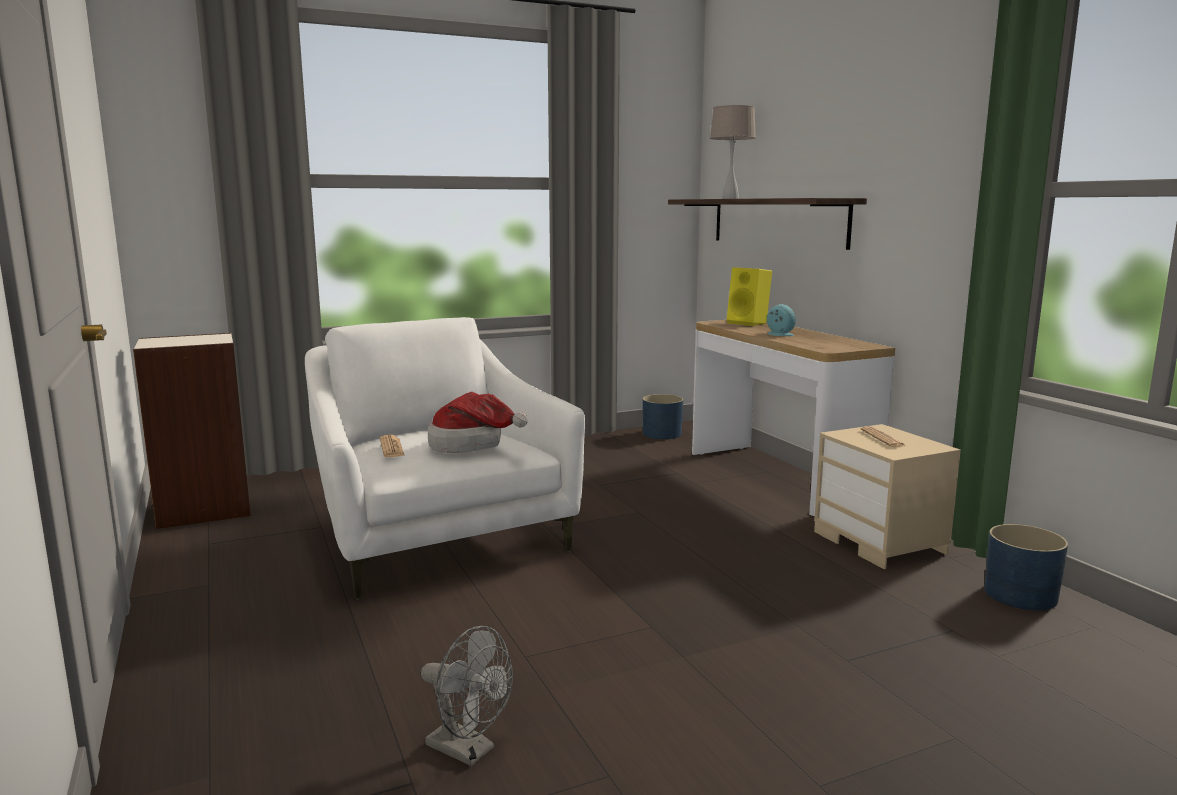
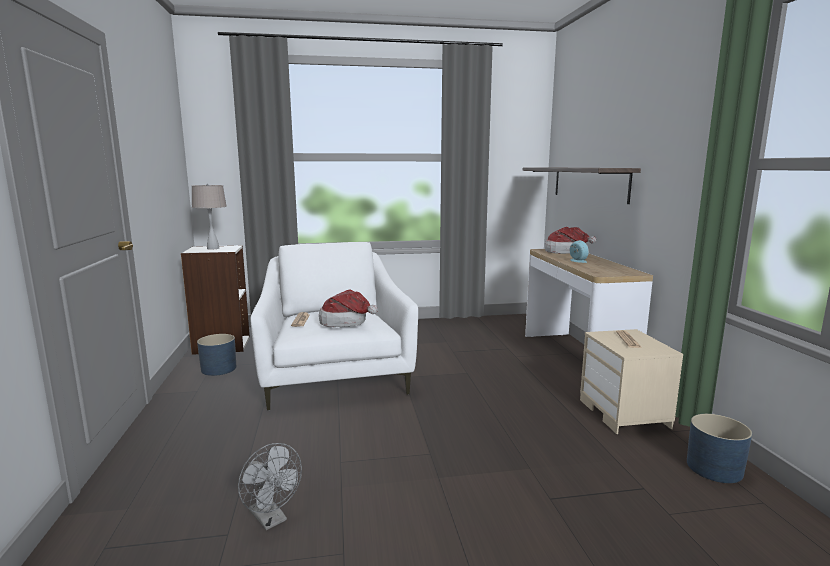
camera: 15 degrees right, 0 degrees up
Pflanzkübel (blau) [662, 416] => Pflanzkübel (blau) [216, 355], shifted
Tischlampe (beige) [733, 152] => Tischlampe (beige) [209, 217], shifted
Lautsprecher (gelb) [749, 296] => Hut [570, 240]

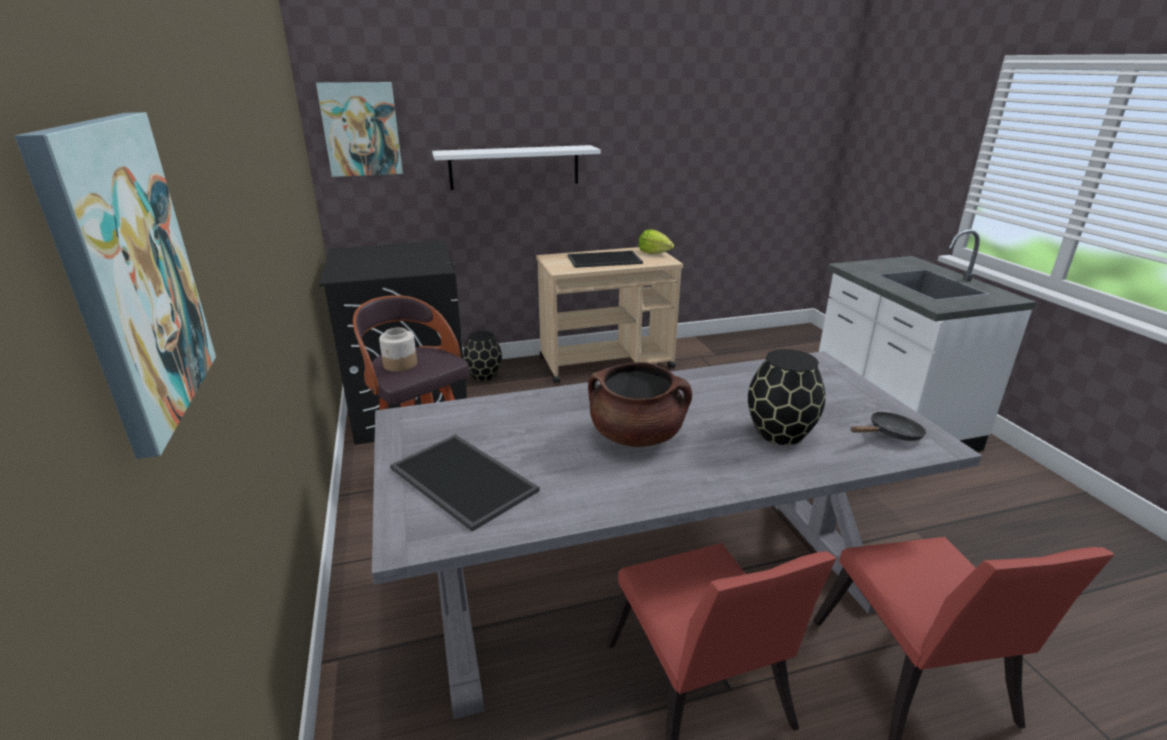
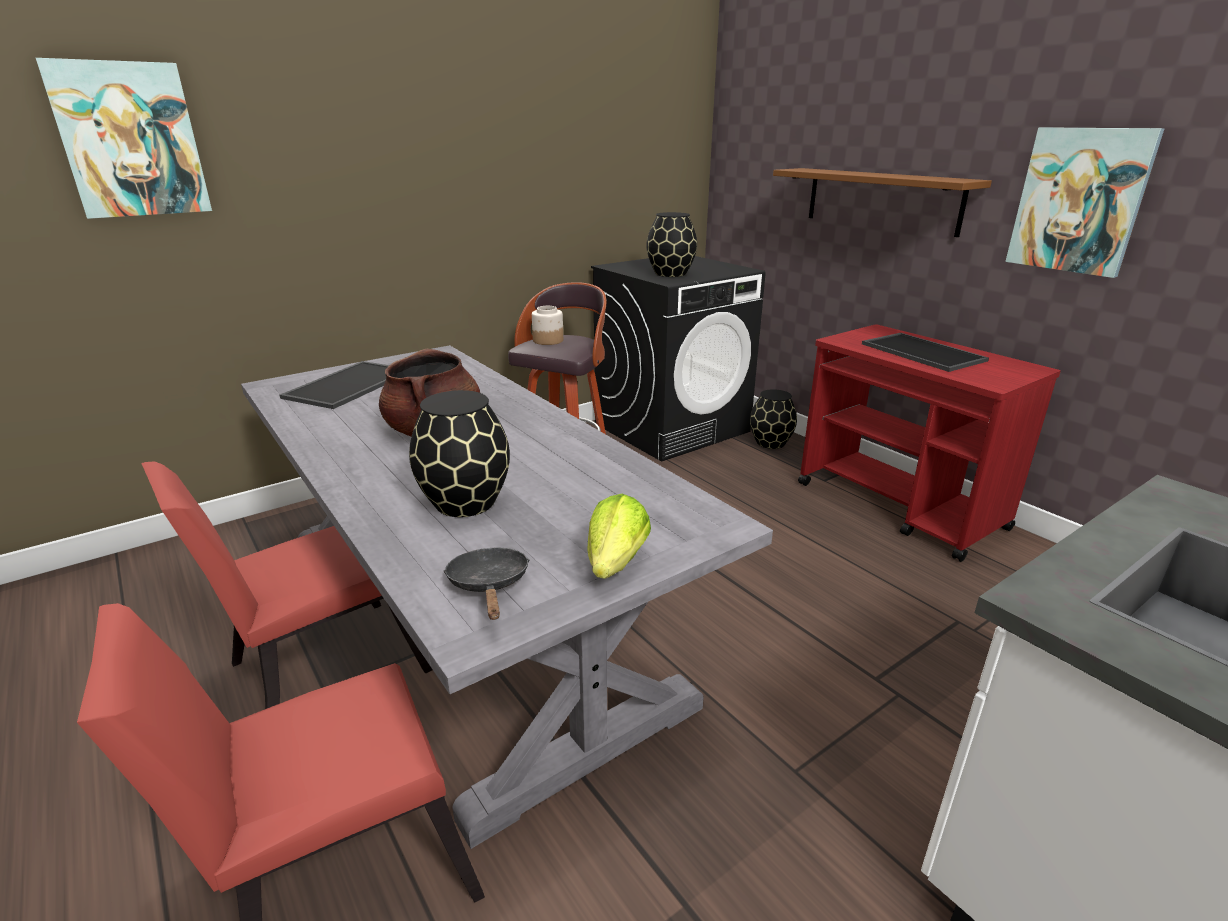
camera: 70 degrees right, 0 degrees up
nothing => Vase (schwarz) [671, 244]
Bild [359, 129] => Bild [1084, 202], shifted
Salatkopf [656, 241] => Salatkopf [619, 536], shifted
Wandregal (weiß) [516, 167] => Wandregal (braun) [882, 202]
Rollwagen (beige) [609, 315] => Rollwagen (rot) [929, 443]
Pfanne (schwarz) [888, 426] => Pfanne (schwarz) [487, 584], 150 degrees counterclockwise

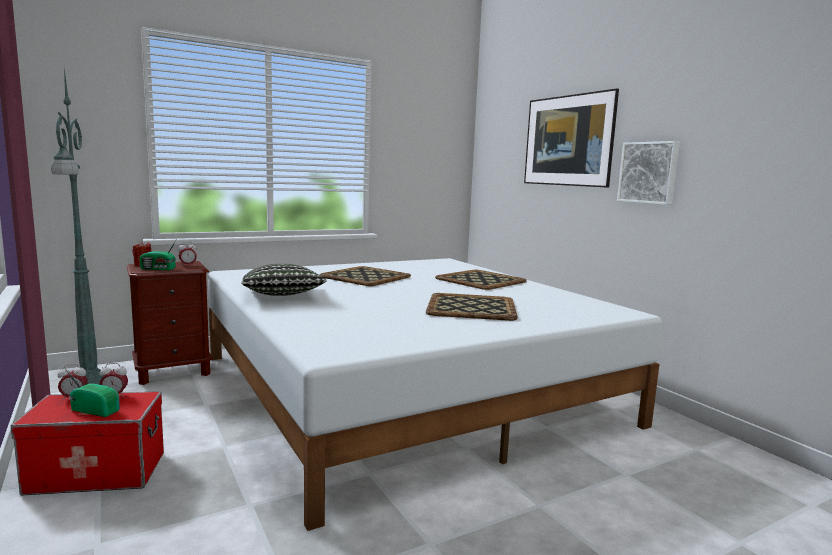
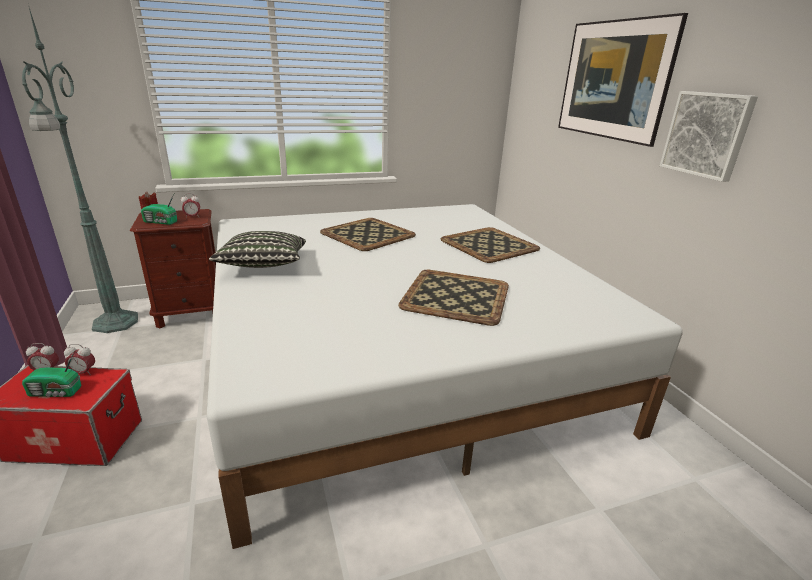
camera: 10 degrees right, 15 degrees up
Radio [92, 393] => Radio [51, 373], 150 degrees clockwise

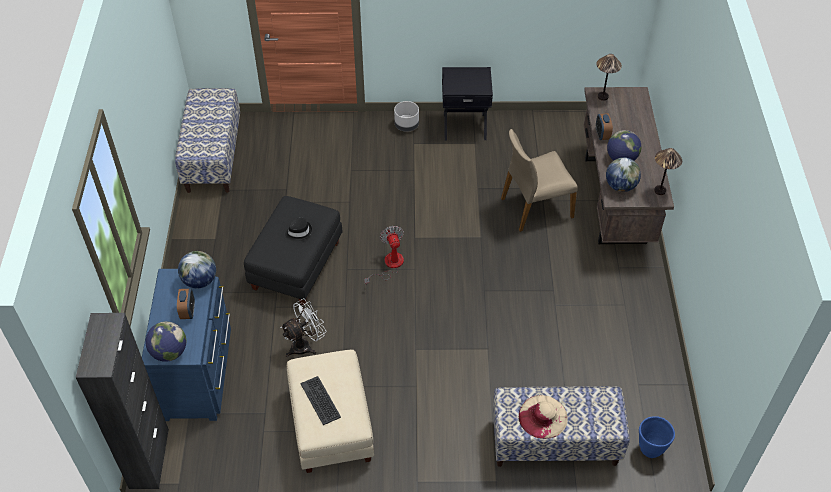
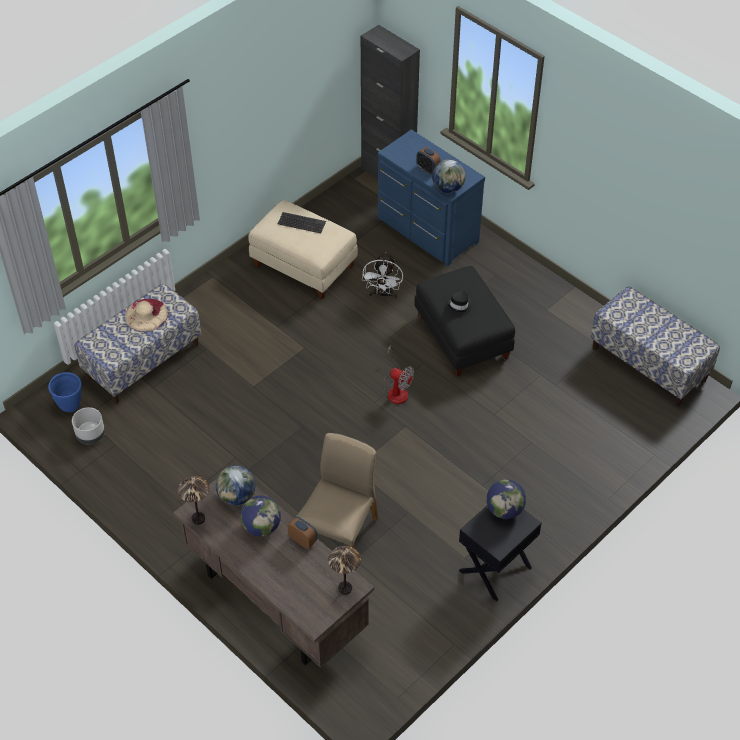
camera: 135 degrees right, 0 degrees up
Globus [165, 341] => Globus [506, 499], shifted
Pflanzkübel (grau) [406, 116] => Pflanzkübel (grau) [88, 425], shifted

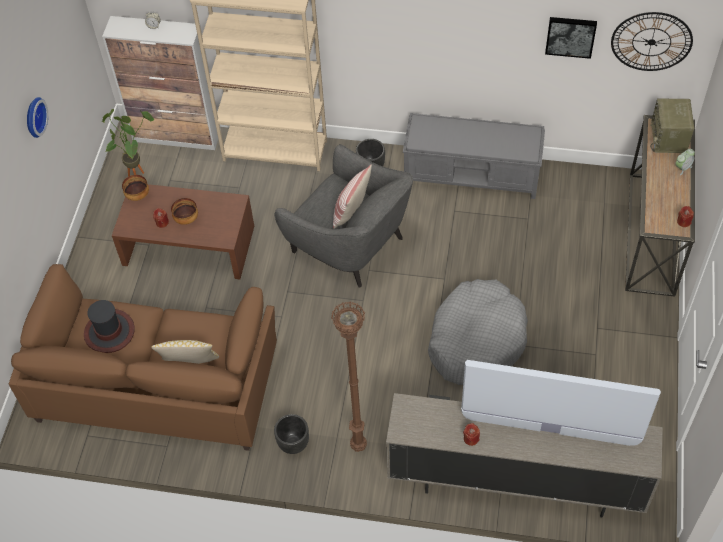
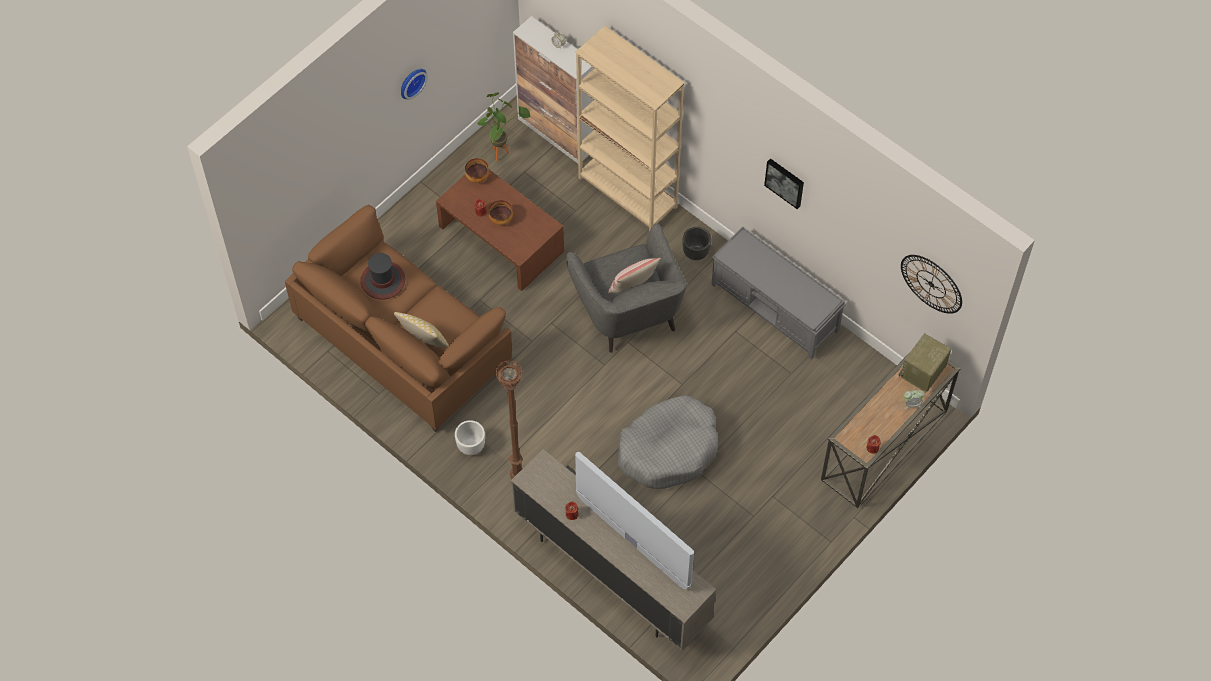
camera: 30 degrees right, 5 degrees up
Bild [571, 38] => Bild [784, 183], shifted
Pflanzkübel (schwarz) [291, 434] => Pflanzkübel (weiß) [470, 437]

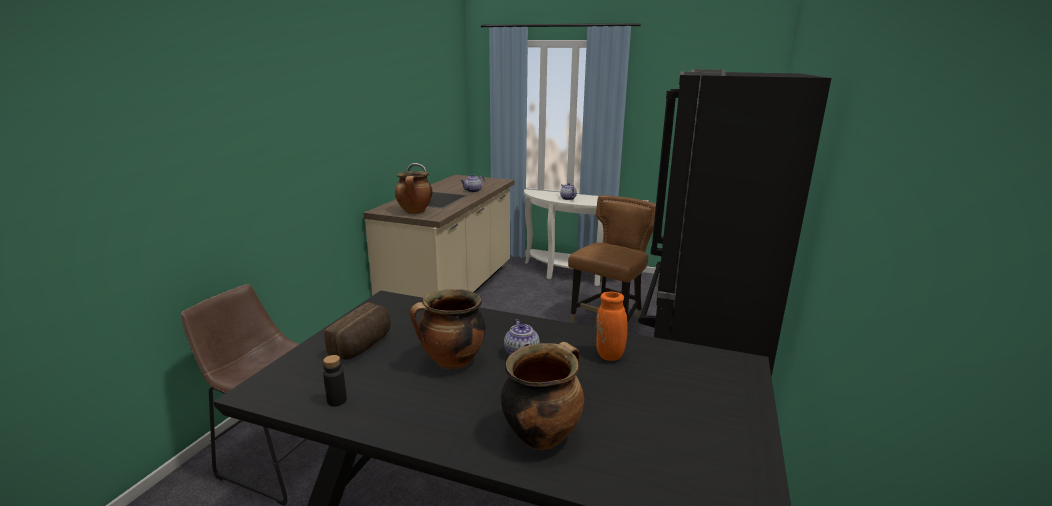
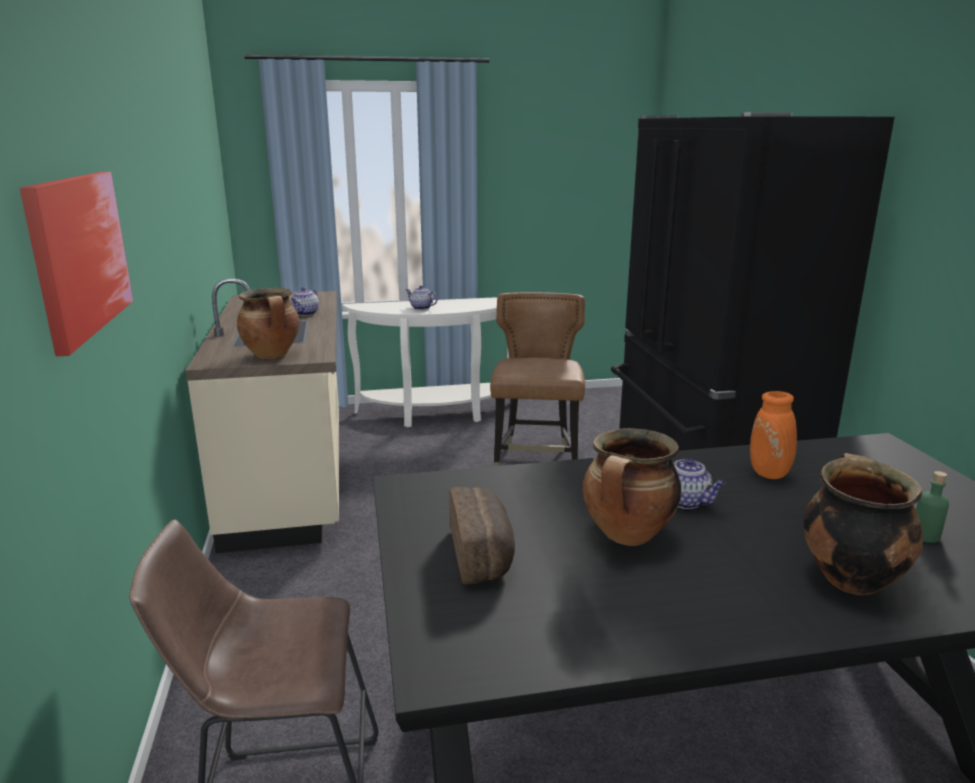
camera: 30 degrees left, 0 degrees up
Flasche (schwarz) [335, 381] => nothing
nothing => Bild [76, 264]
nothing => Flasche (grün) [932, 507]

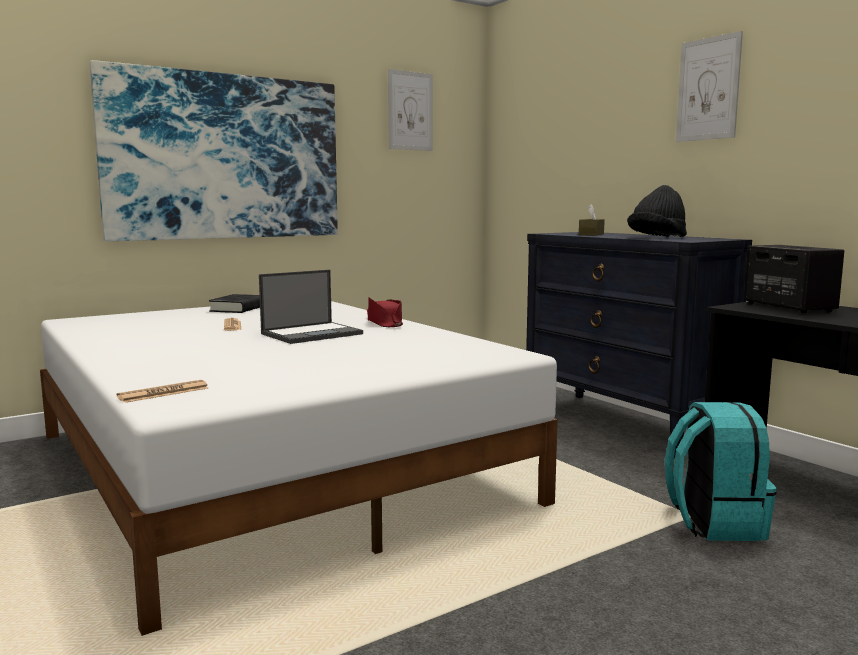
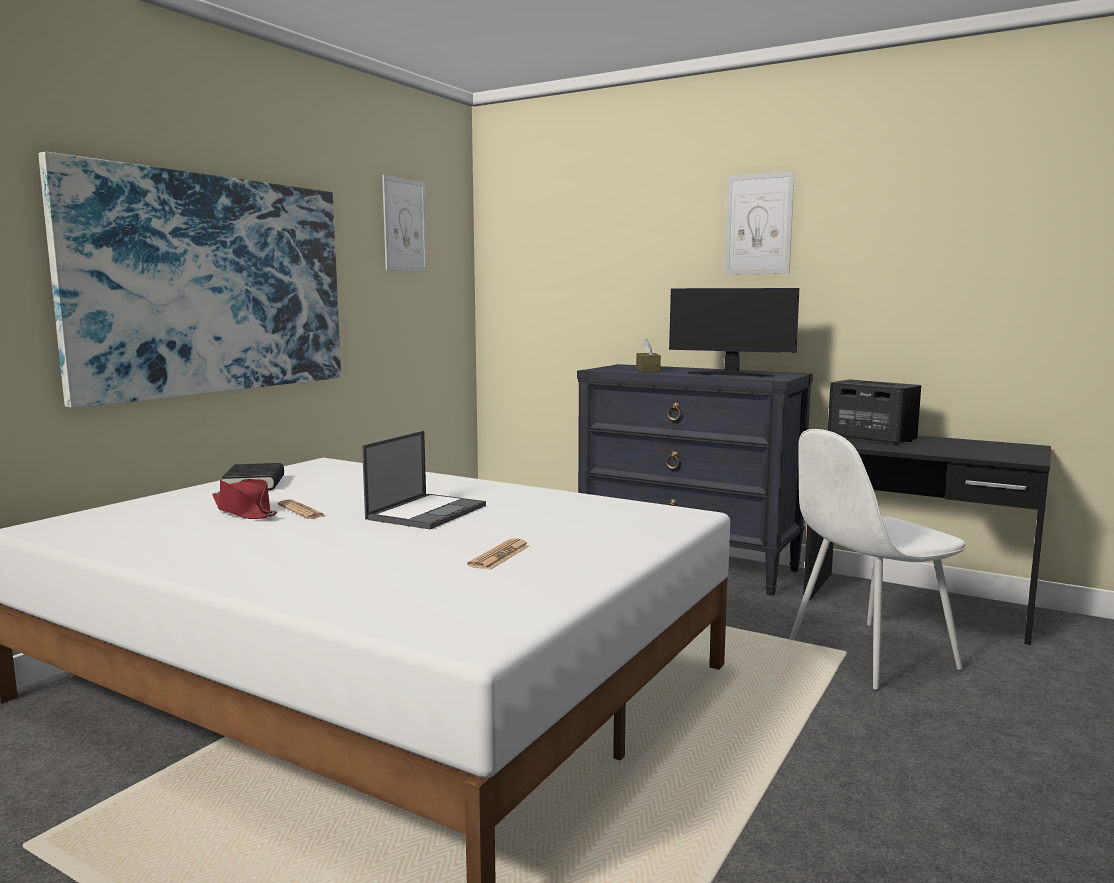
camera: 25 degrees left, 0 degrees up
Zeitung [162, 391] => Zeitung [498, 554], shifted
Hut (rot) [385, 312] => Hut (rot) [244, 499], shifted
Hut (schwarz) [657, 211] => Monitor [734, 332]
Rucksack (türkis) [720, 471] => Stuhl (weiß) [877, 559]

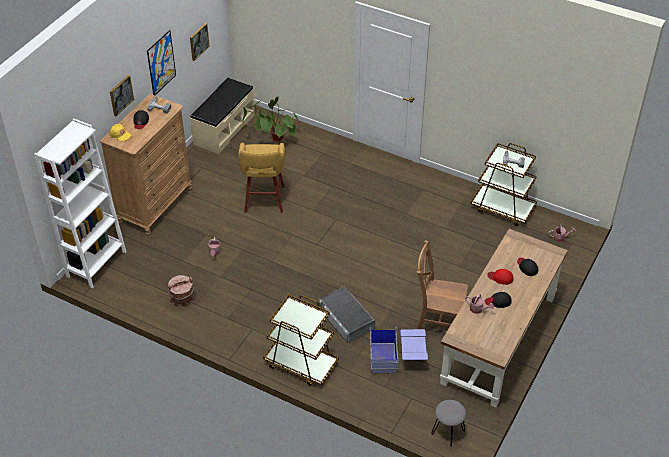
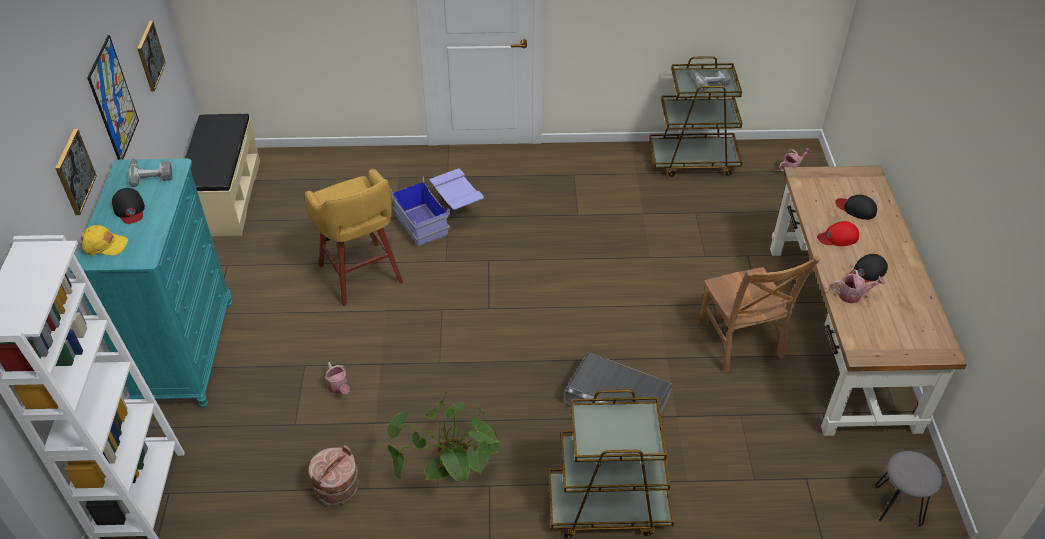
camera: 30 degrees left, 0 degrees up
Topfpflanze [270, 119] => Topfpflanze [443, 437], shifted
Aufbewahrungsbox (blau) [399, 350] => Aufbewahrungsbox (blau) [437, 207], shifted
Kommode (braun) [146, 164] => Kommode (türkis) [151, 282]
Stuhl (braun) [442, 284] => Stuhl (braun) [759, 314], 90 degrees counterclockwise

